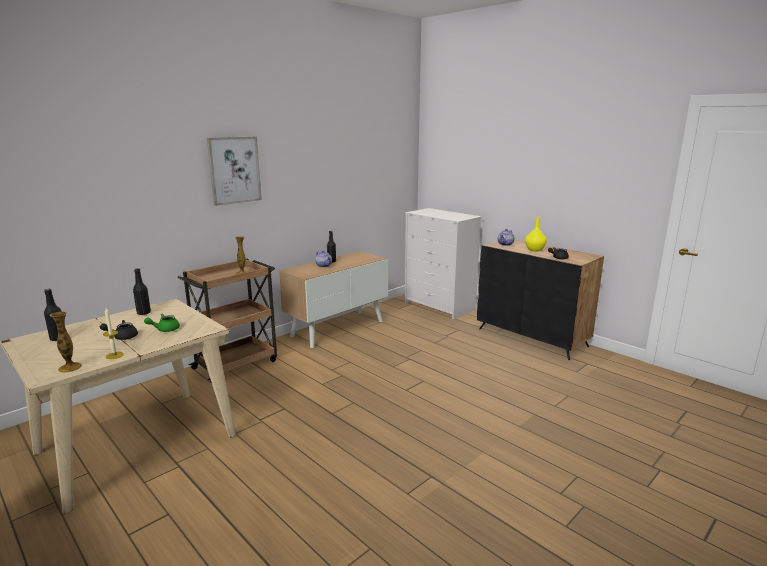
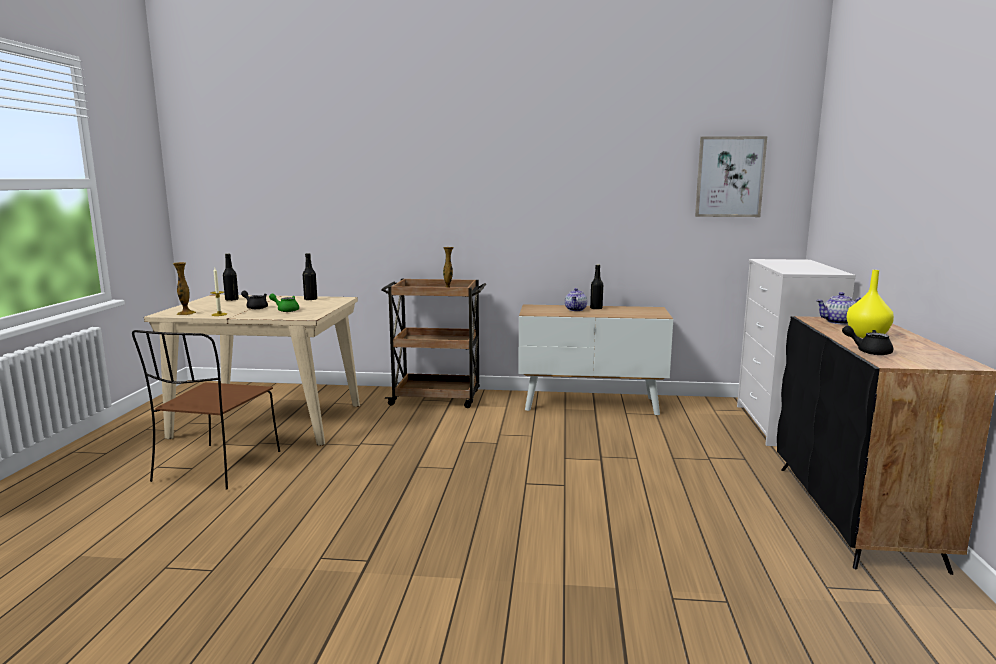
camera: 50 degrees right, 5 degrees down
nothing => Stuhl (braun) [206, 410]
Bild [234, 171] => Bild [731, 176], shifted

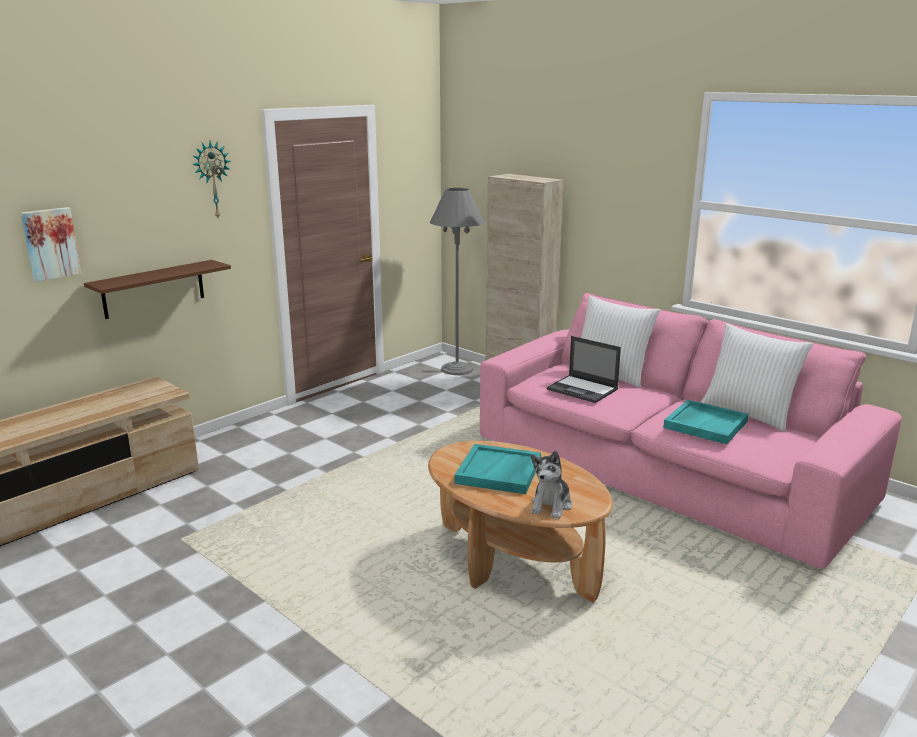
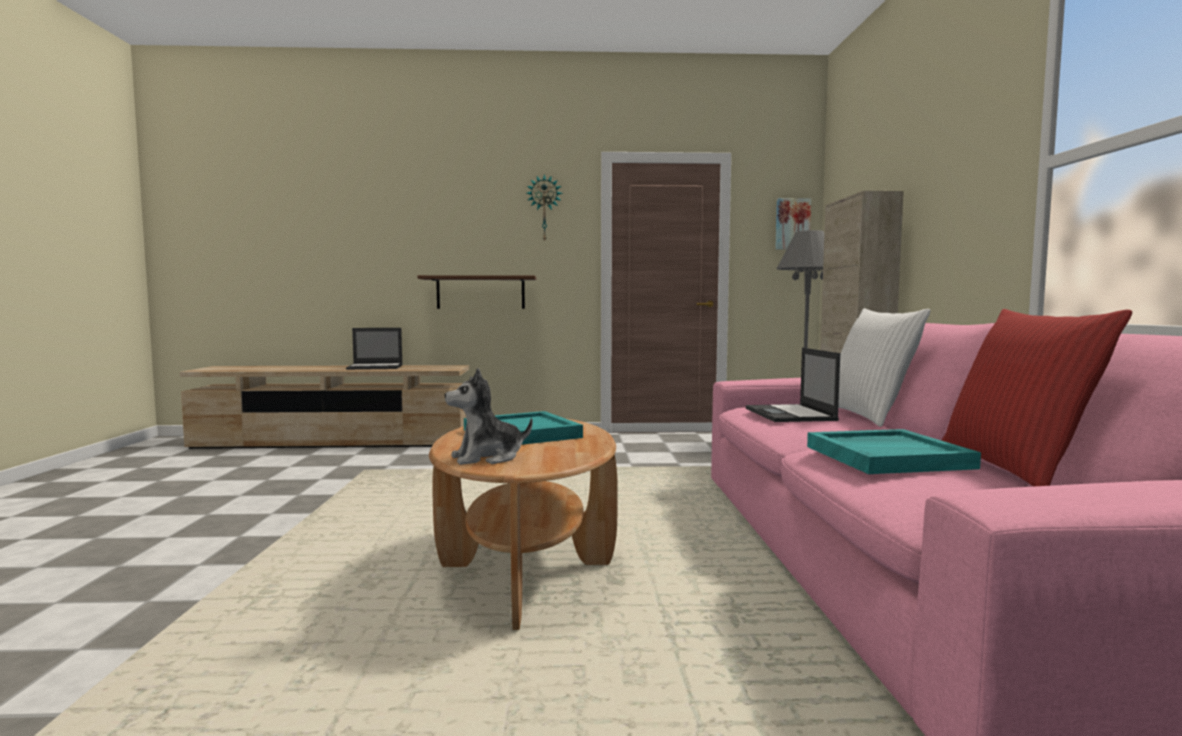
camera: 45 degrees right, 15 degrees down
nothing => Laptop [374, 349]
Bild [51, 244] => Bild [793, 224], shifted
Kissen (weiß) [757, 377] => Kissen (rot) [1036, 398]

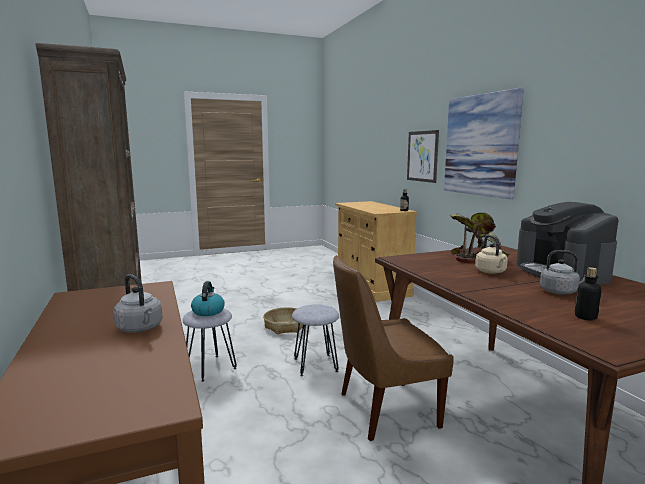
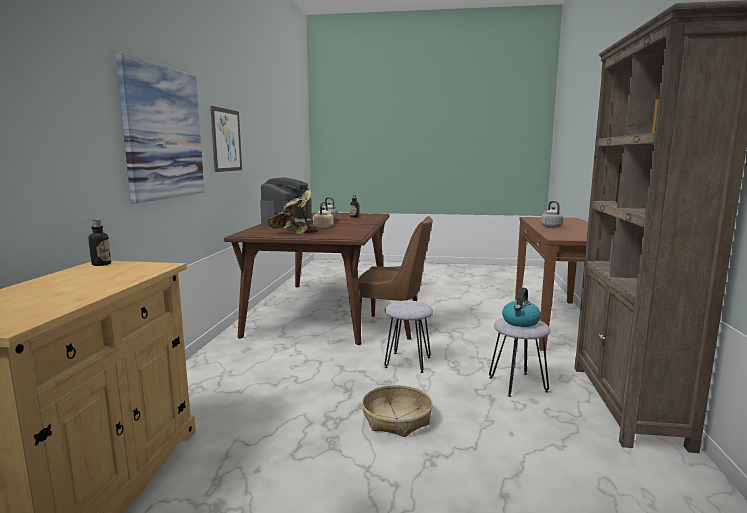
camera: 150 degrees left, 0 degrees up
Bild [423, 156] => Bild [226, 139], shifted

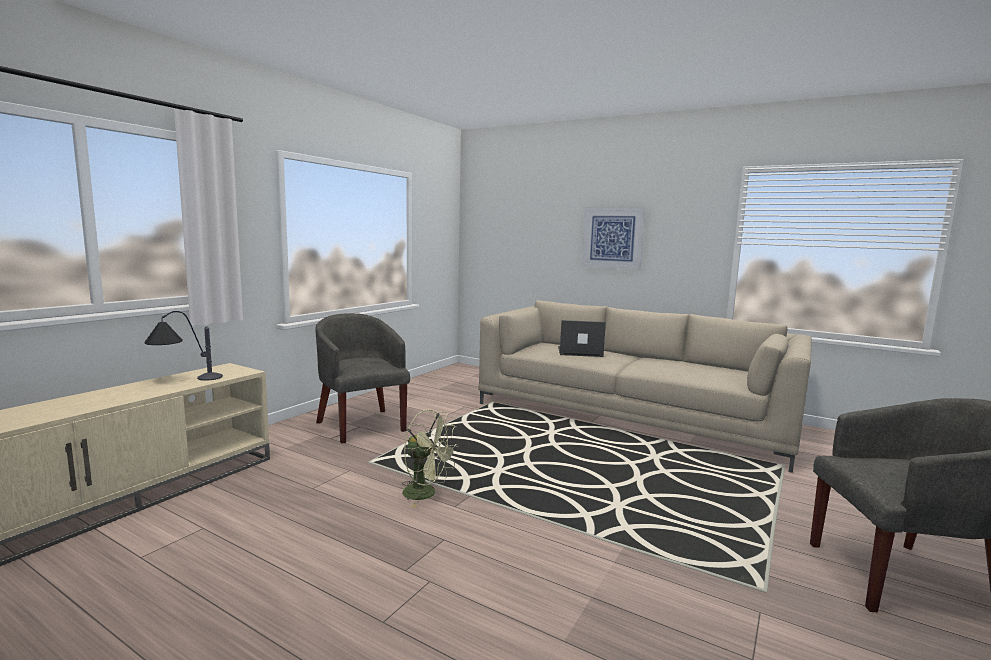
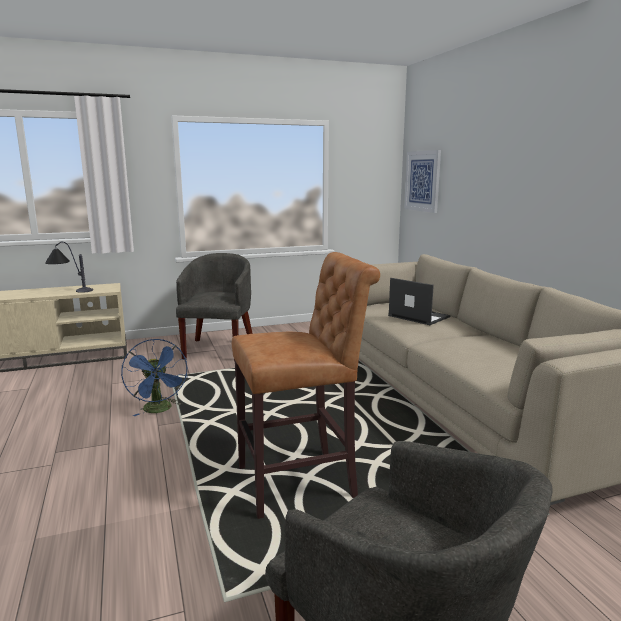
camera: 40 degrees right, 5 degrees up
nothing => Hocker (braun) [306, 385]
Bild [613, 238] => Bild [422, 181], shifted
Ventilator (grün) [430, 458] => Ventilator (blau) [154, 377]

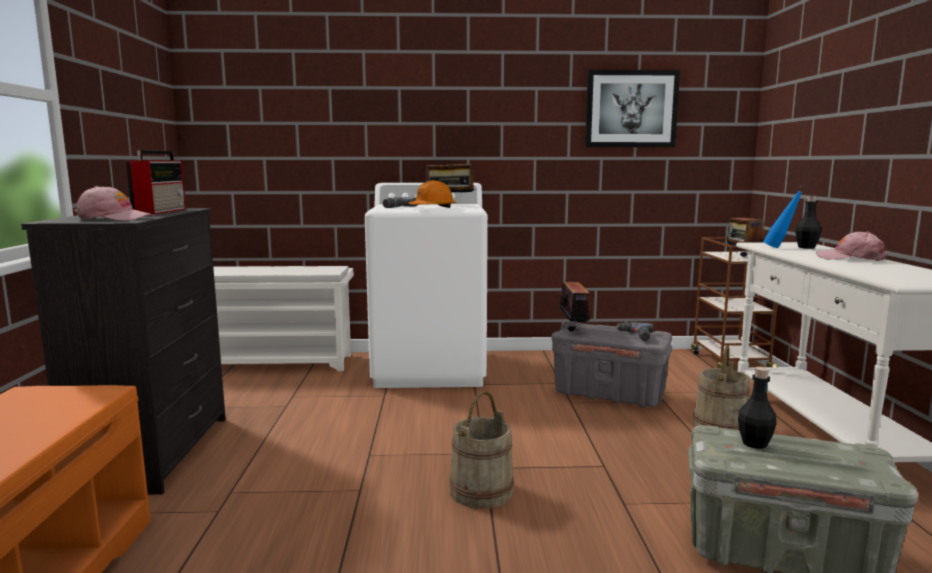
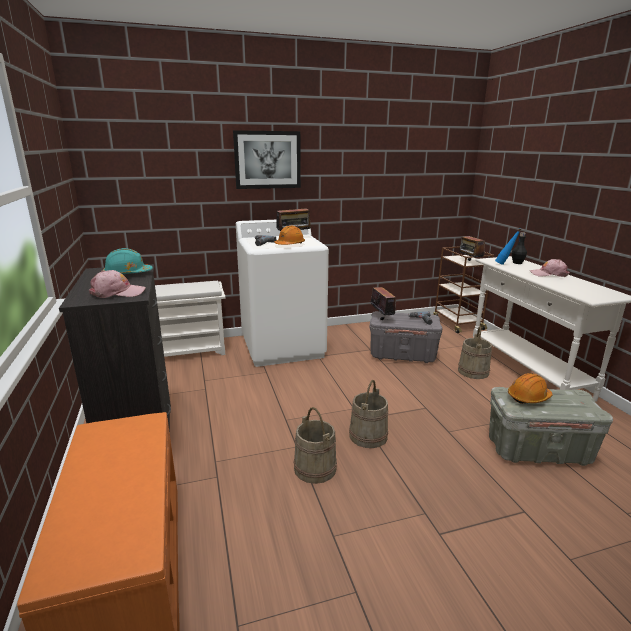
camera: 15 degrees left, 10 degrees up
nothing => Eimer (beige) [315, 445]
Bild [632, 108] => Bild [267, 159], shifted
Radio [156, 182] => Schutzhelm (türkis) [128, 261]
Flasche (schwarz) [757, 408] => Schutzhelm (orange) [530, 388]

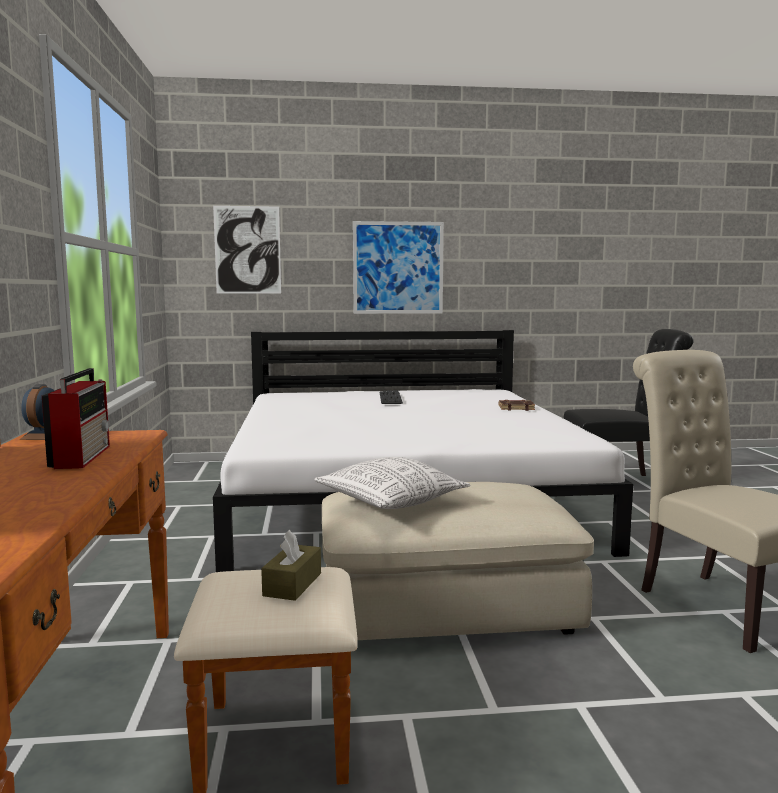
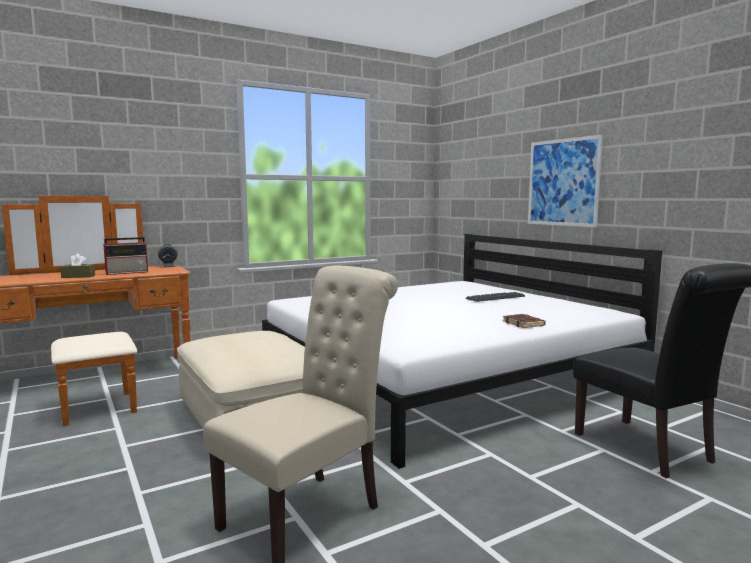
camera: 65 degrees right, 0 degrees up
Bild [247, 250] => nothing
Kissen [392, 483] => nothing
Taschentuchbox (braun) [291, 565] => Taschentuchbox (braun) [77, 266], shifted

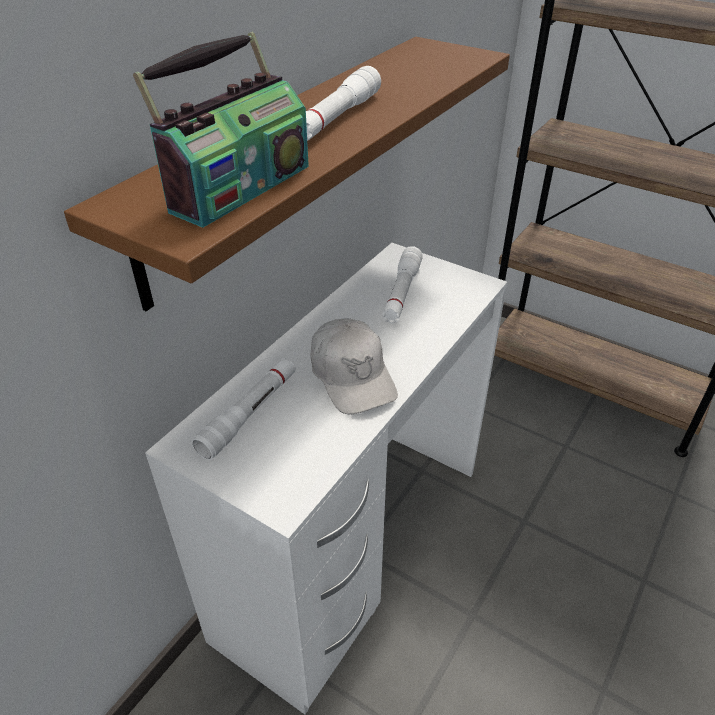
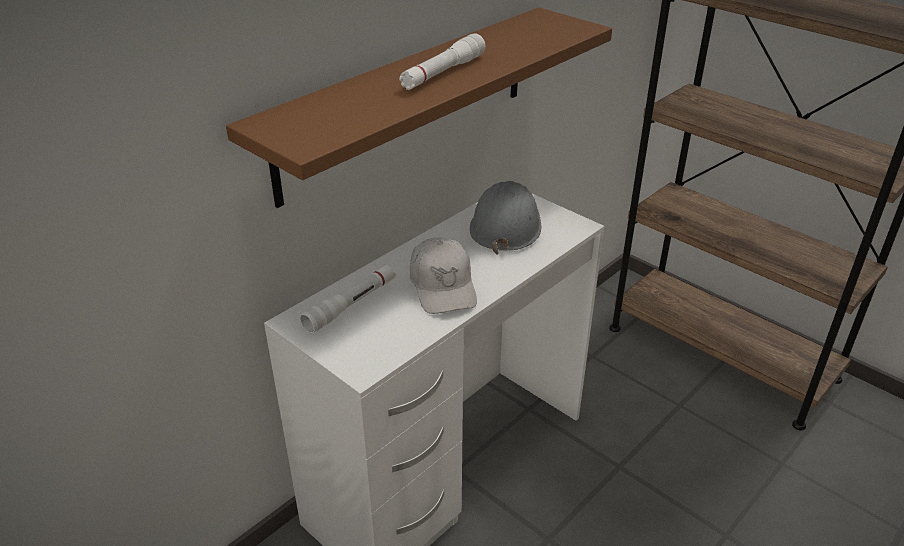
camera: 10 degrees right, 5 degrees down
Radio [221, 130] => nothing
Taschenlampe (weiß) [402, 285] => Schutzhelm (grau) [506, 217]

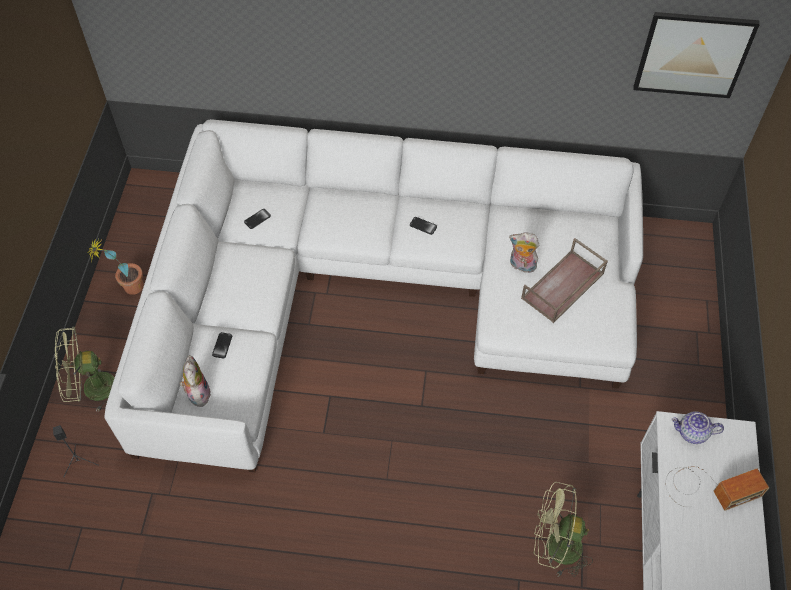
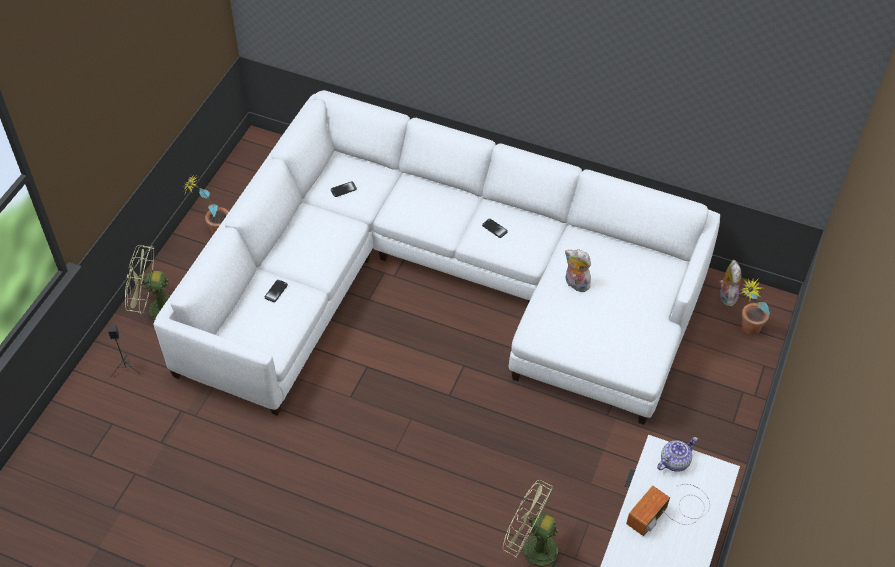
camera: 15 degrees right, 5 degrees down
Tablett (braun) [564, 280] => nothing
Bild [696, 55] => nothing
nothing => Topfpflanze [755, 306]
Plüschtier [195, 381] => Plüschtier [730, 283], shifted
Radio [717, 488] => Radio [668, 510], 135 degrees clockwise
Teekanne [697, 427] => Teekanne [677, 454], 120 degrees clockwise

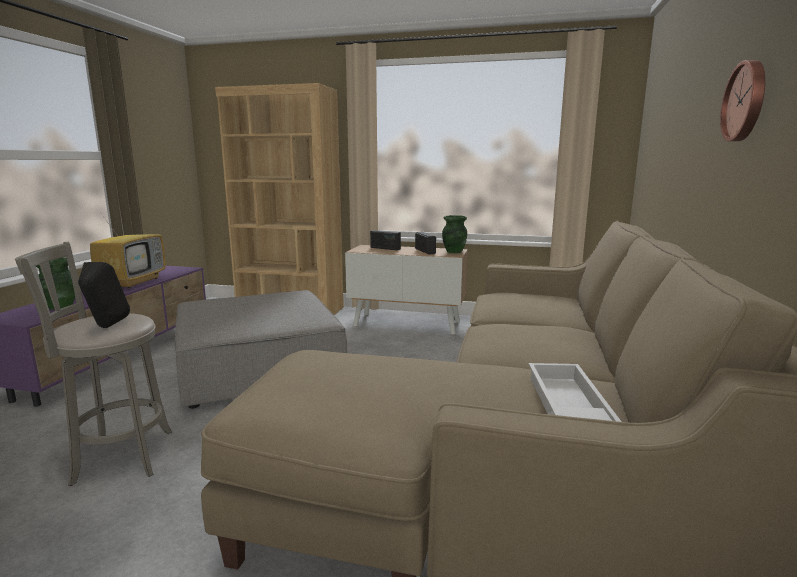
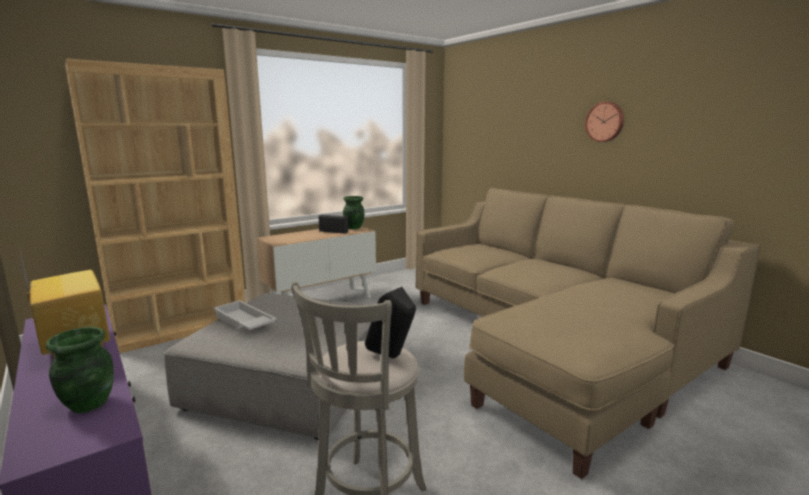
camera: 50 degrees left, 0 degrees up
Radio [385, 240] => nothing
Tablett (weiß) [575, 392] => Tablett (weiß) [245, 315], shifted

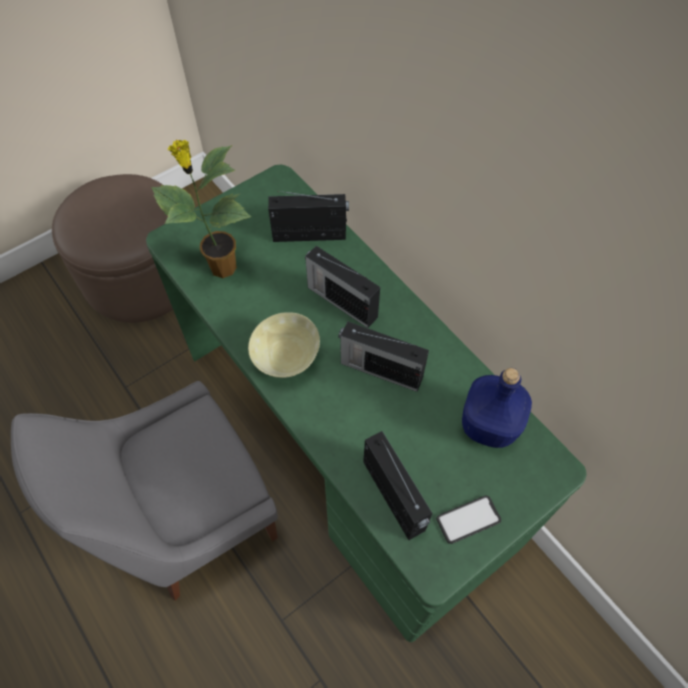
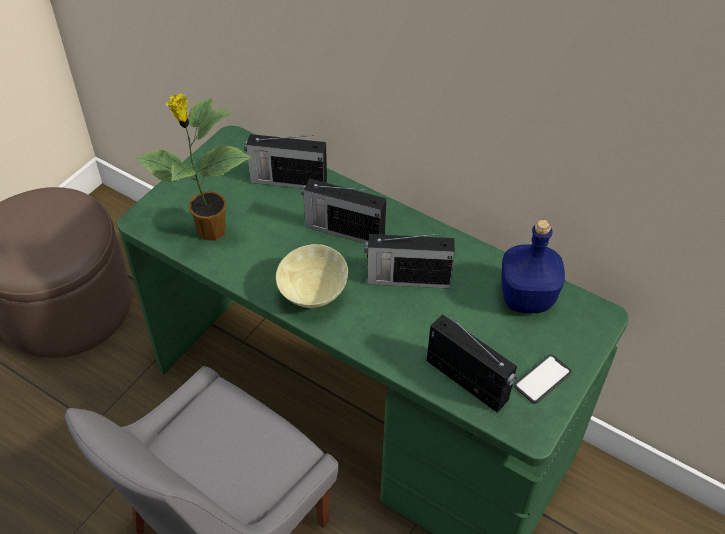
camera: 20 degrees left, 10 degrees down
Radio [308, 216] => Radio [285, 161], 150 degrees counterclockwise

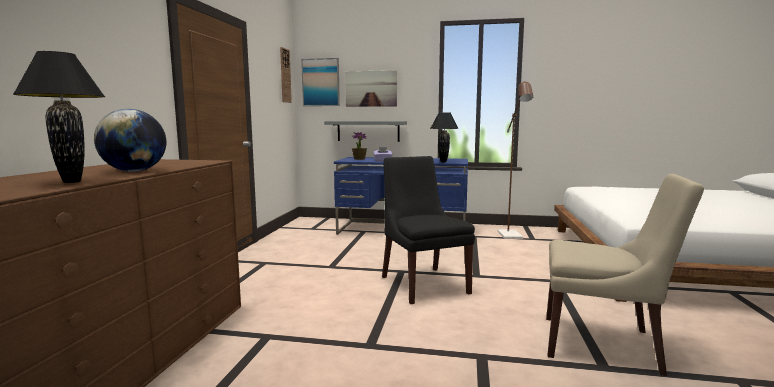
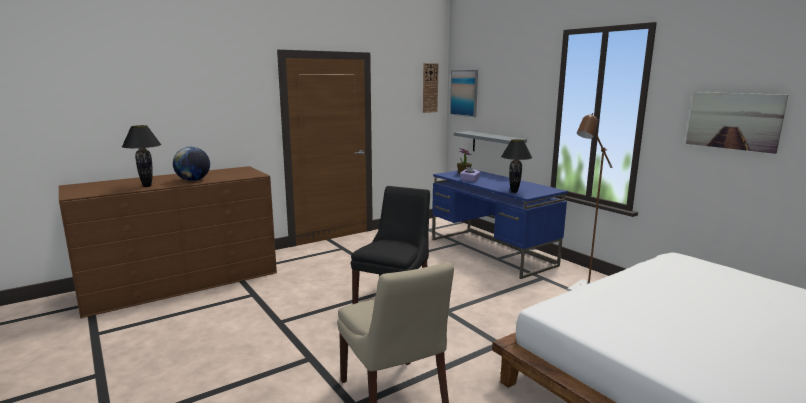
camera: 45 degrees right, 5 degrees up
Bild [371, 88] => Bild [737, 123], shifted

